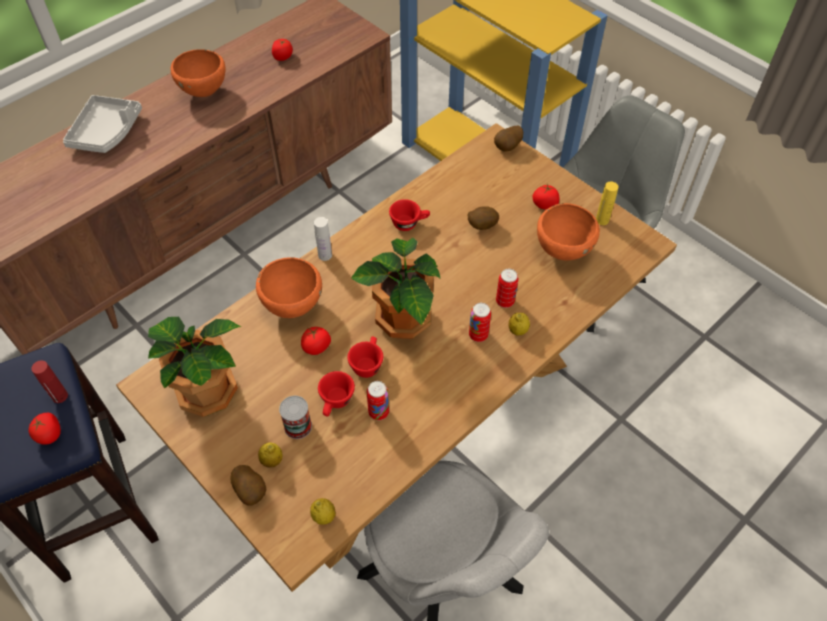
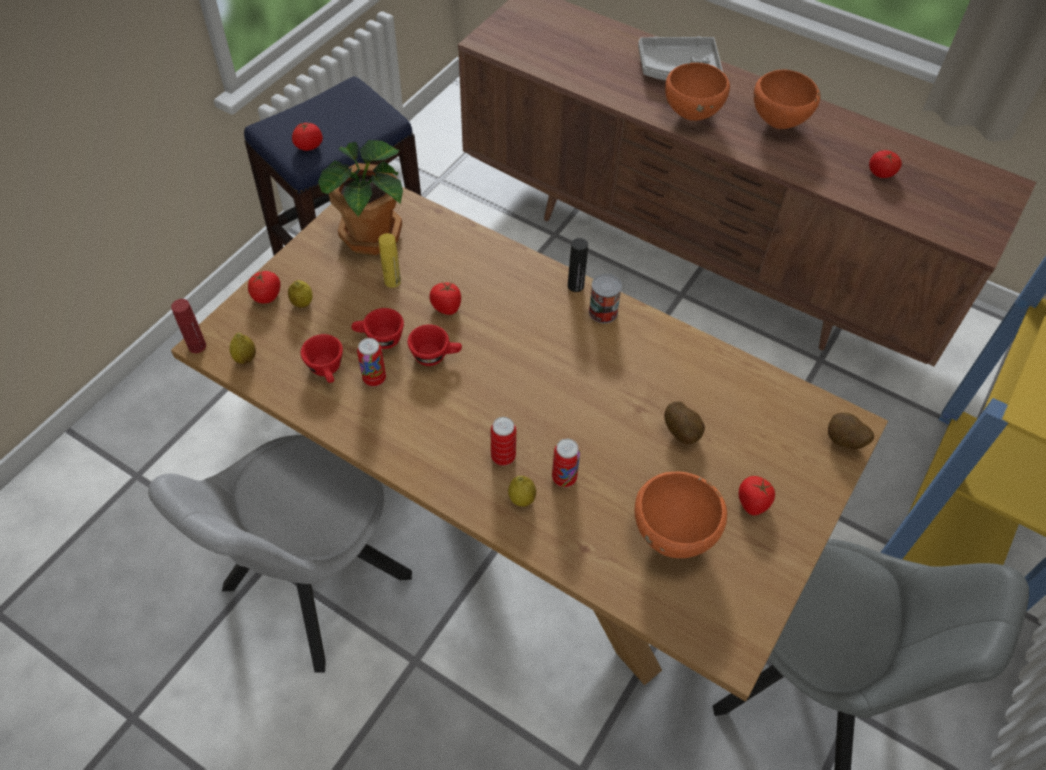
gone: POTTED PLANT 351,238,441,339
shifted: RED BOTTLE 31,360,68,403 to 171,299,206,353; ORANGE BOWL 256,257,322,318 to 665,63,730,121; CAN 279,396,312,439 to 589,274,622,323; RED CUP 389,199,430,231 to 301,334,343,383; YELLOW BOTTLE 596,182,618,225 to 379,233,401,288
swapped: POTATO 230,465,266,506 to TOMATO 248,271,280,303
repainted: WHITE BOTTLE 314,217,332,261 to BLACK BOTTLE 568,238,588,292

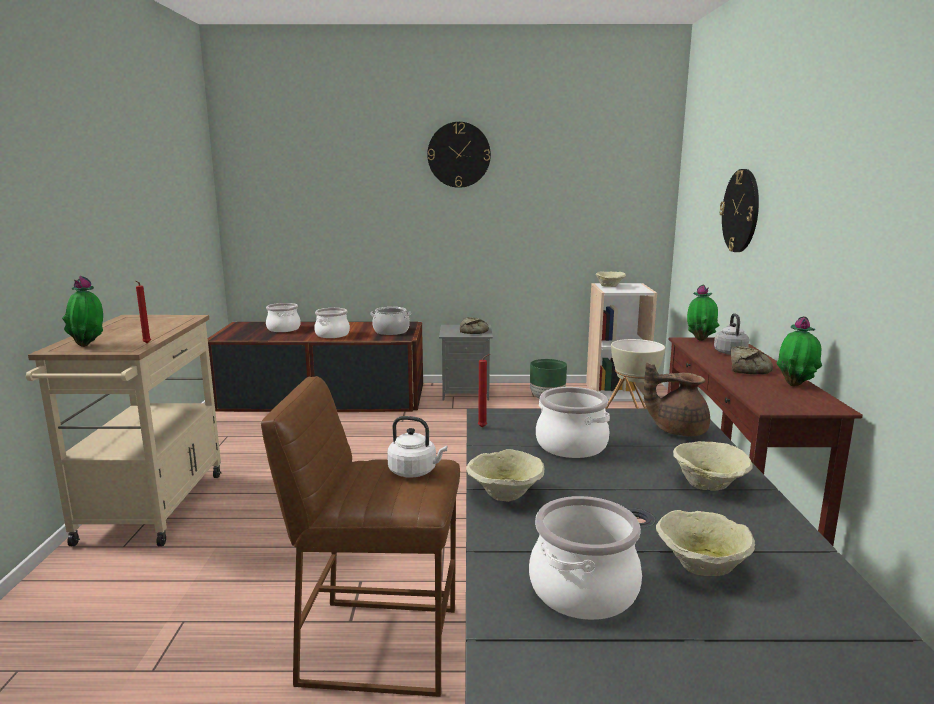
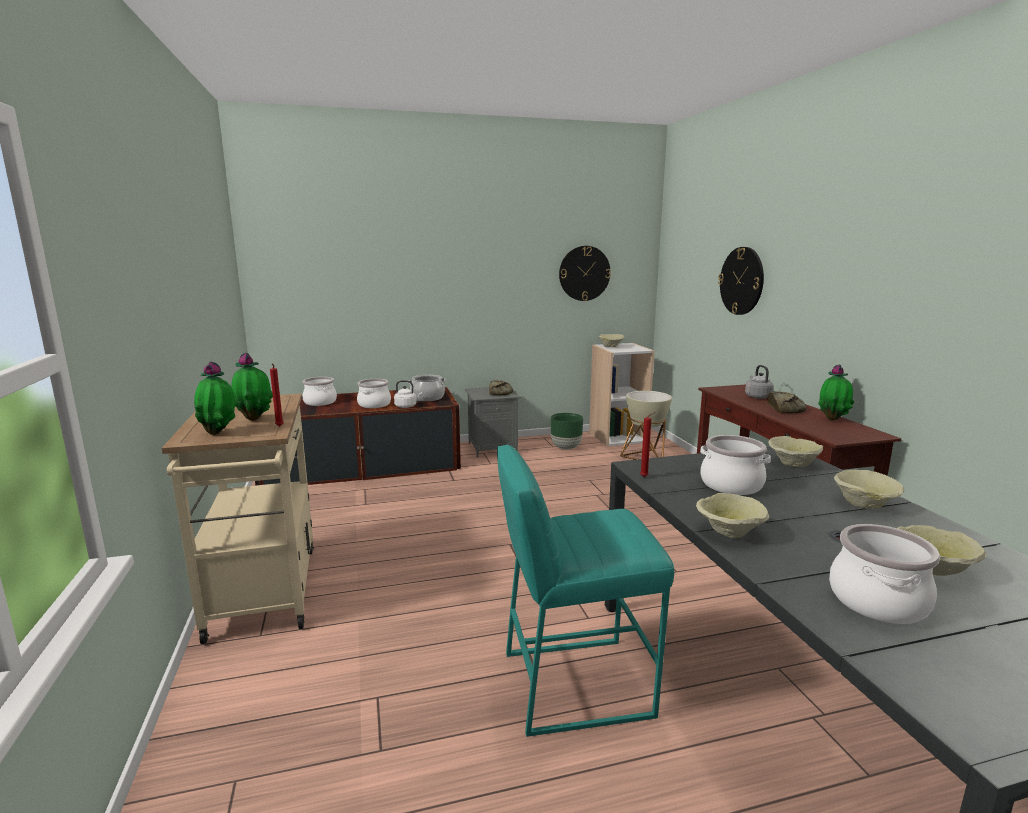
shifted: WHITE KETTLE 387,416,447,478 to 394,380,422,408; WALL CLOCK 427,122,491,188 to 559,246,611,301; POTTED PLANT 687,284,720,341 to 231,353,273,421
swapped: BROWN TEAPOT 644,362,710,436 to BEIGE BOWL 768,436,823,467
repainted: BROWN STOOL 261,376,460,697 to TURQUOISE STOOL 497,445,674,737

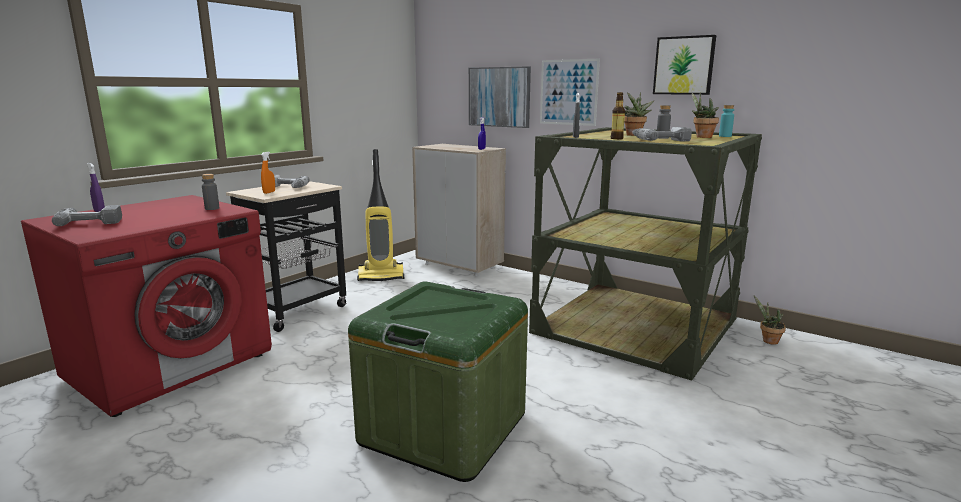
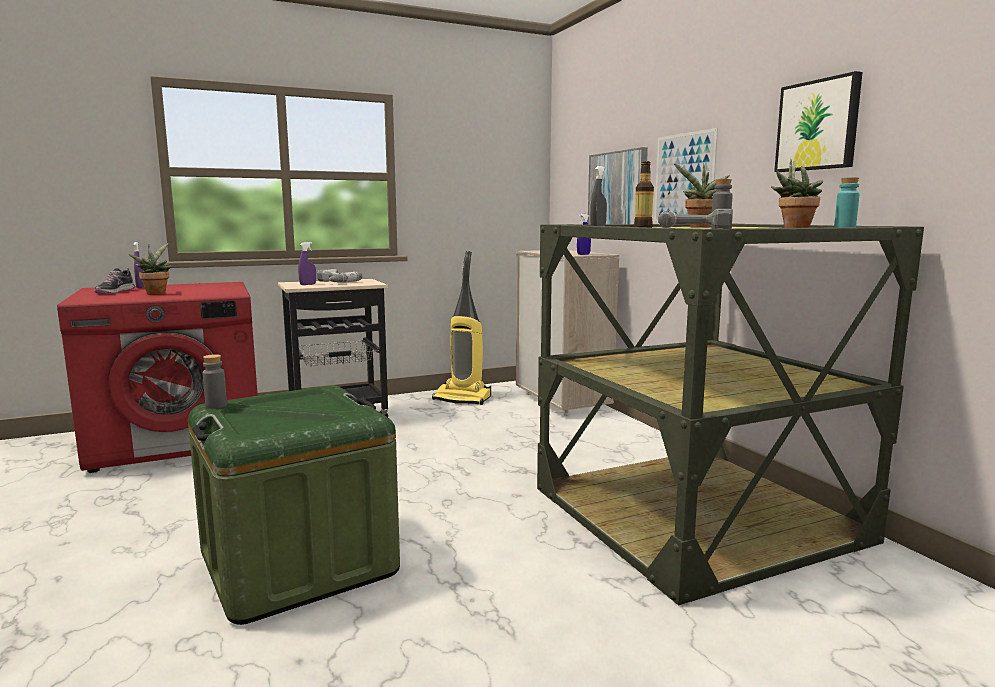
shifted: GREY BOTTLE 202,174,220,210 to 202,354,227,409; POTTED PLANT 754,295,786,345 to 128,243,171,295
swapped: POWER DRILL 52,205,122,226 to SHOE 94,268,135,293
repainted: ORANGE SPRAY BOTTLE 261,152,275,194 to PURPLE SPRAY BOTTLE 298,242,316,285

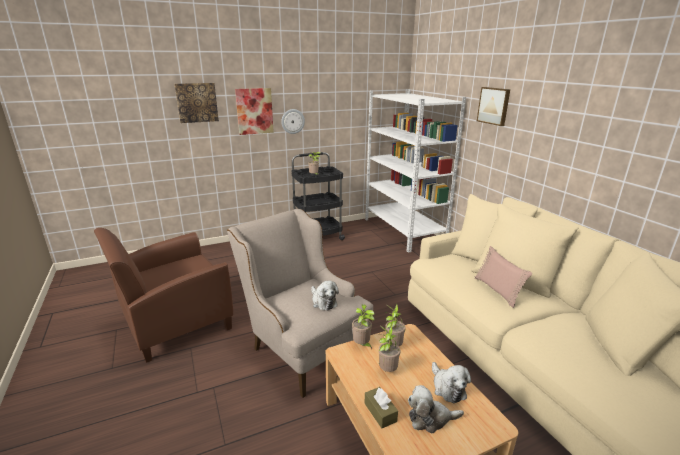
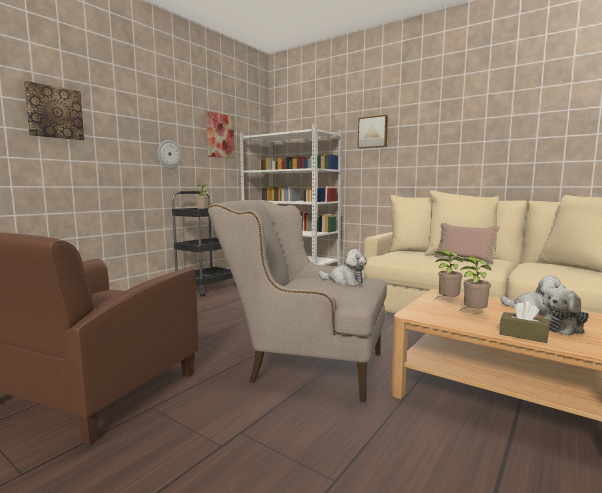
gone: POTTED PLANT 352,304,375,349
shifted: PICTURE 235,88,274,135 to 206,111,234,159

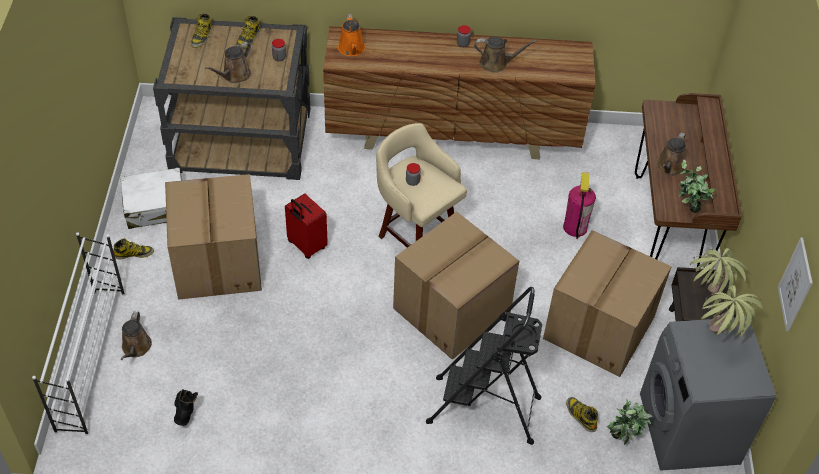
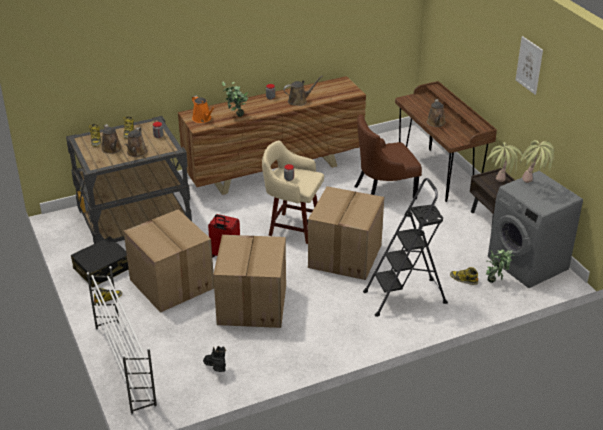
shifted: BROWN WATERING CAN 121,312,152,360 to 101,124,122,154; CARDBOARD BOX 543,230,672,377 to 213,235,286,328; POTTED PLANT 679,160,716,213 to 222,81,248,117; PICTURE 778,238,813,332 to 515,36,543,95
swapped: FIRE EXTINGUISHER 563,172,596,239 to BROWN CHAIR 354,114,422,199
repainted: WHITE SUITCASE 120,168,183,229 to BLACK SUITCASE 71,236,129,287

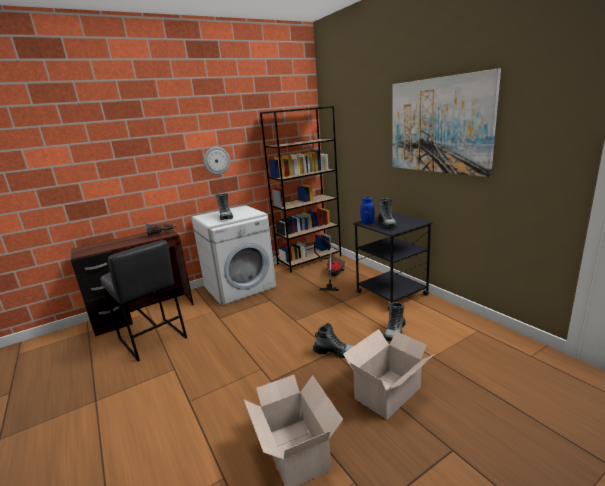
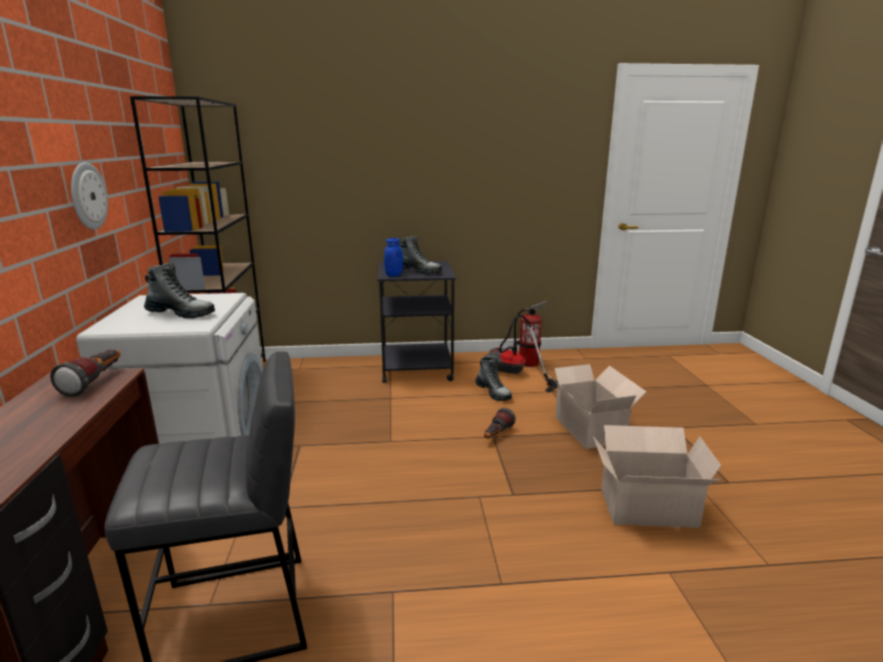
gone: PICTURE 393,68,501,177
new: FIRE EXTINGUISHER 513,301,548,367
shifted: VACUUM CLEANER 314,238,345,291 to 484,315,558,393
swapped: BOOT 313,323,354,358 to FLASHLIGHT 484,408,516,439

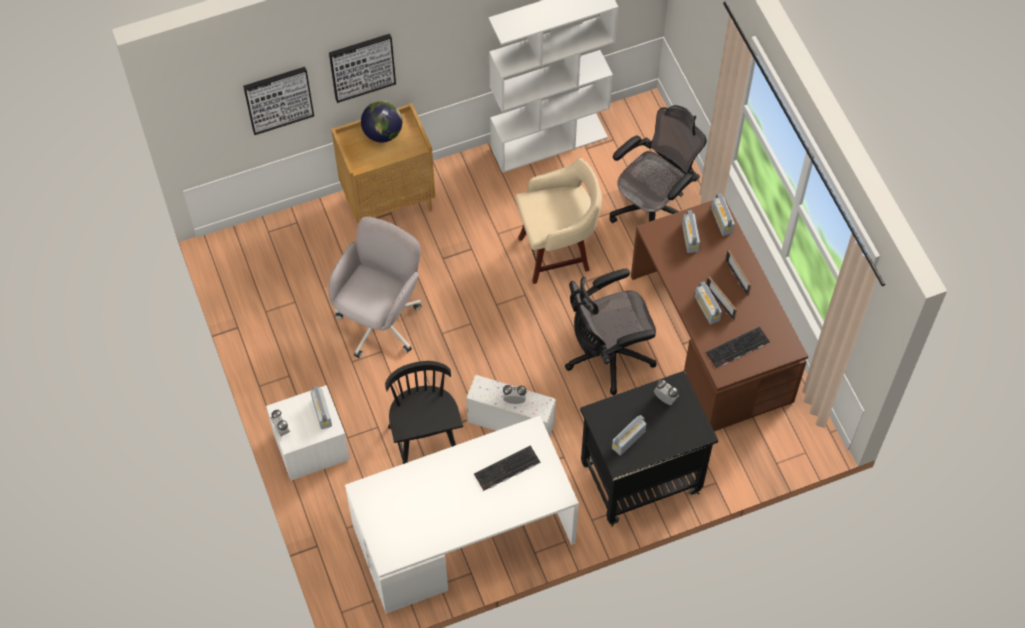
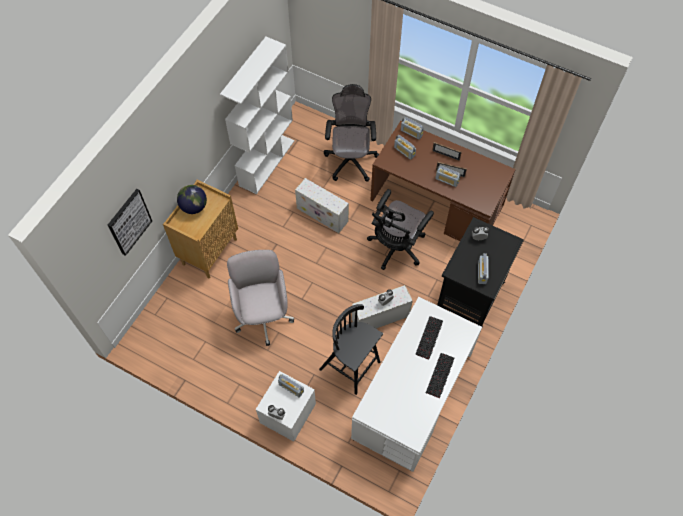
gone: PICTURE 329,34,396,103
shifted: KEYBOARD 706,326,770,368 to 426,353,454,398
swapped: BEIGE STOOL 516,158,602,284 to WHITE STORAGE BOX 295,178,349,233

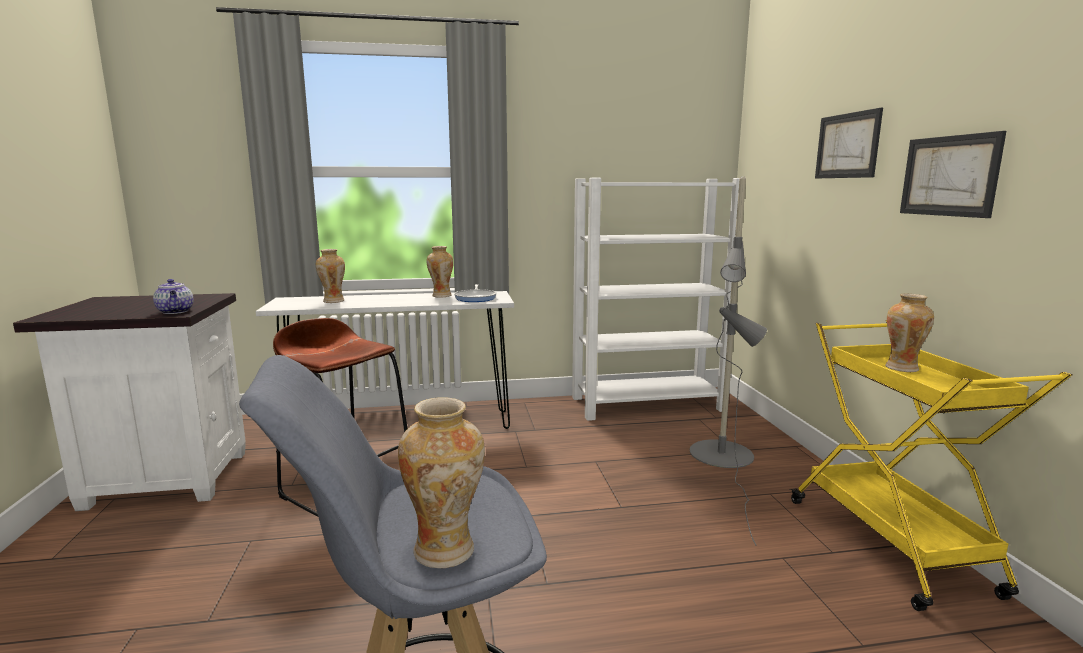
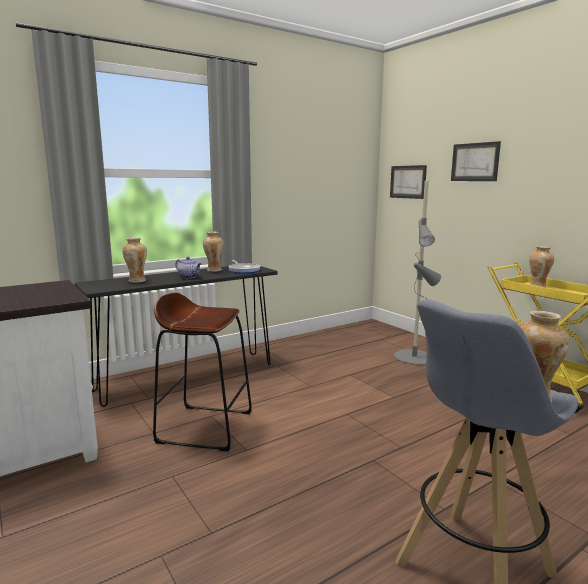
gone: WHITE BOOKCASE 572,178,740,421
shifted: TEAPOT 153,279,194,314 to 175,257,201,278; PICTURE 900,131,1006,218 to 390,165,427,199
repainted: WHITE CONSOLE TABLE 256,291,514,429 to BLACK CONSOLE TABLE 75,266,278,407

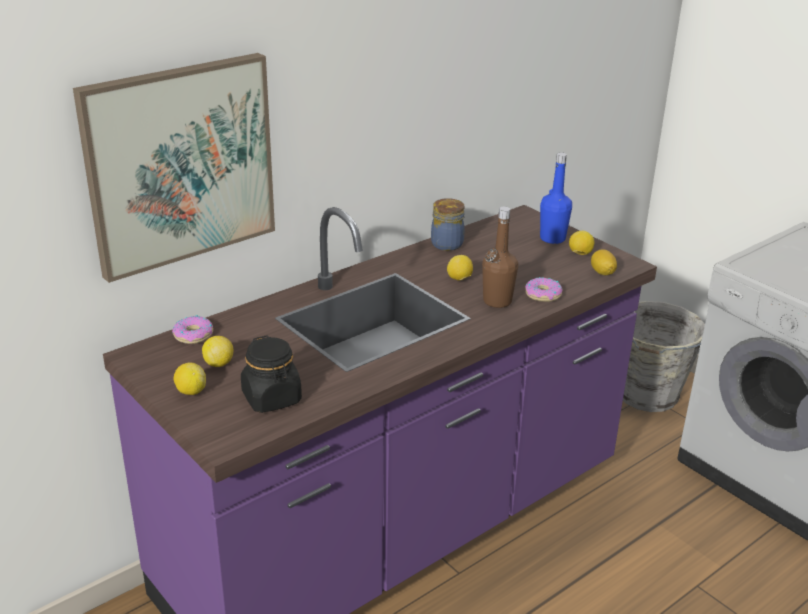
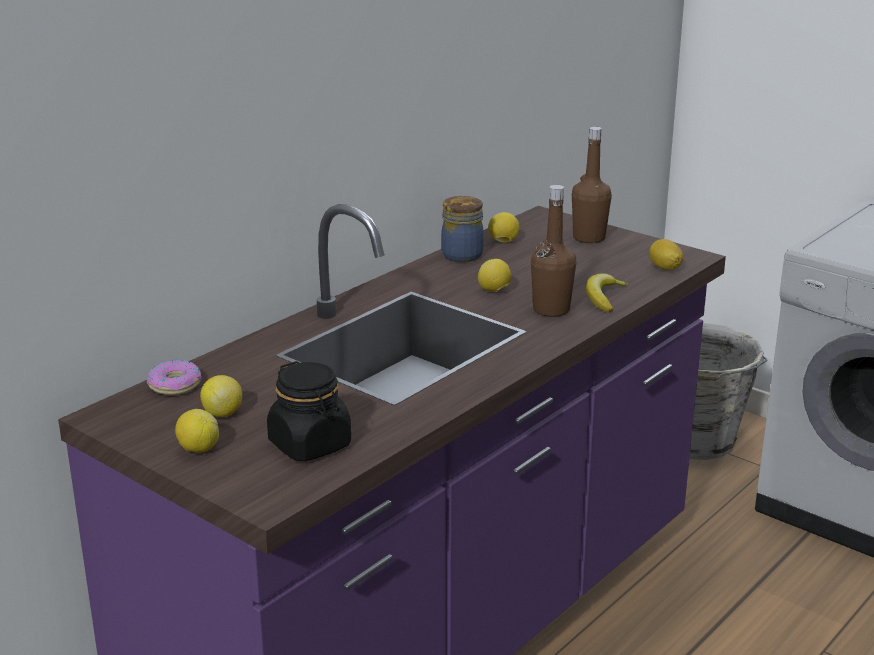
gone: PICTURE 73,53,275,283
shifted: LEMON 569,231,595,255 to 488,212,519,243
swapped: DONUT 525,277,562,302 to BANANA 586,273,628,313
repainted: BLUE BOTTLE 540,152,572,244 to BROWN BOTTLE 572,127,612,243

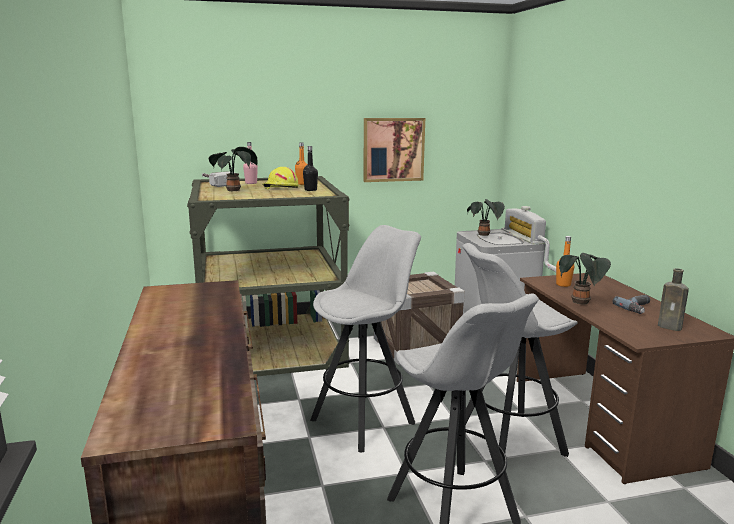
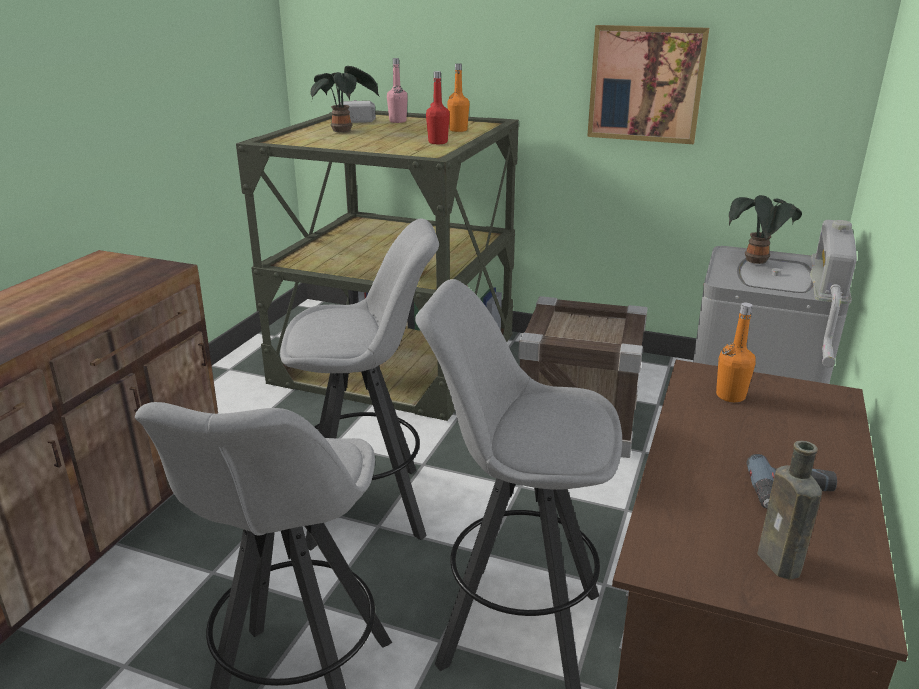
gone: YELLOW HARD HAT 262,167,299,189; POTTED PLANT 559,253,611,305
repainted: BLACK BOTTLE 303,146,318,191 to RED BOTTLE 426,71,450,144

